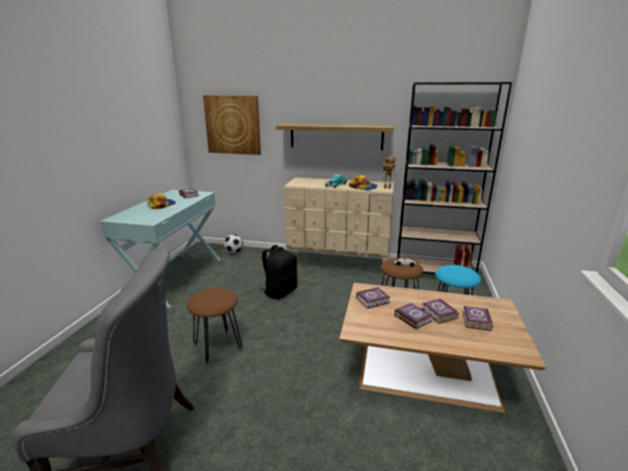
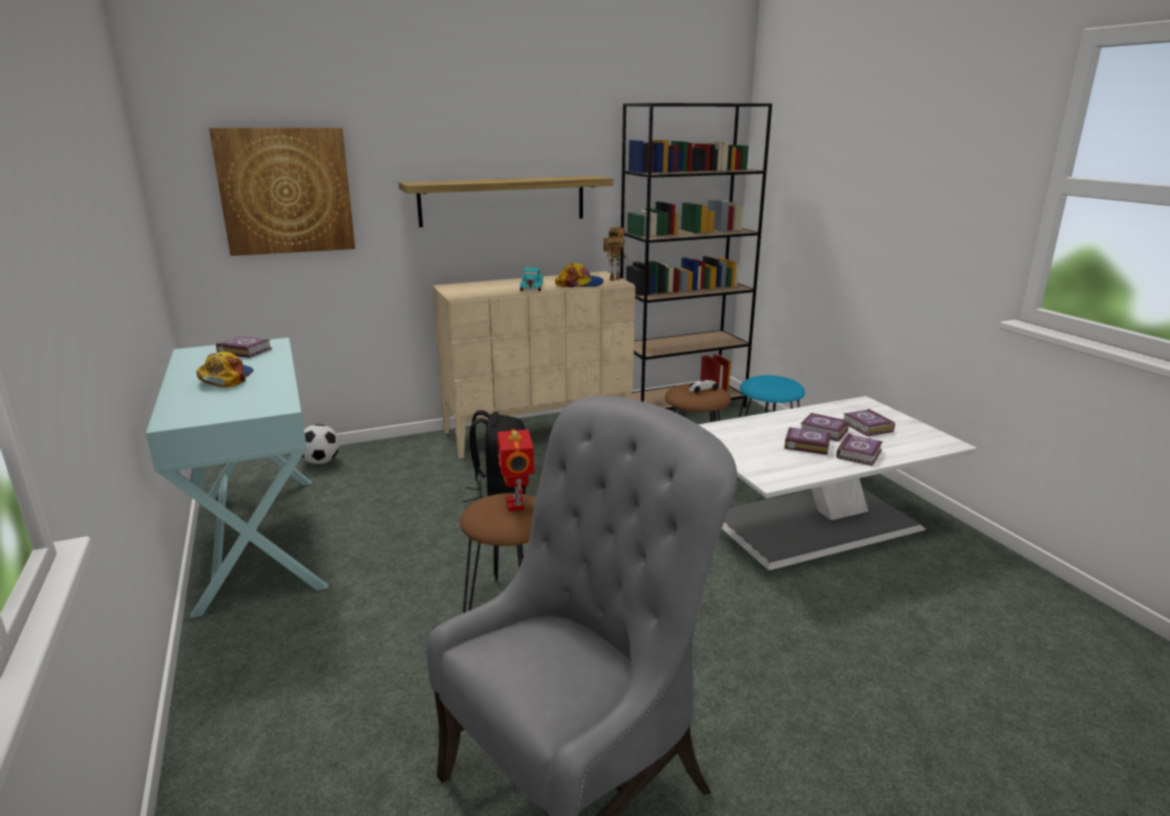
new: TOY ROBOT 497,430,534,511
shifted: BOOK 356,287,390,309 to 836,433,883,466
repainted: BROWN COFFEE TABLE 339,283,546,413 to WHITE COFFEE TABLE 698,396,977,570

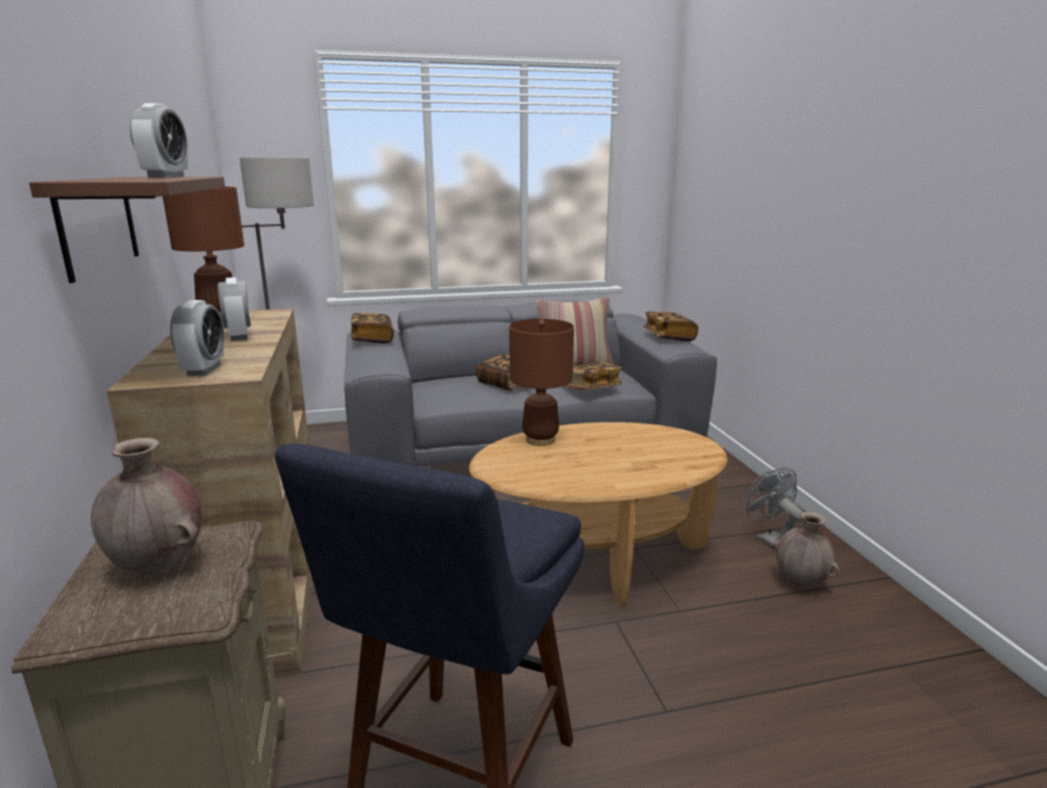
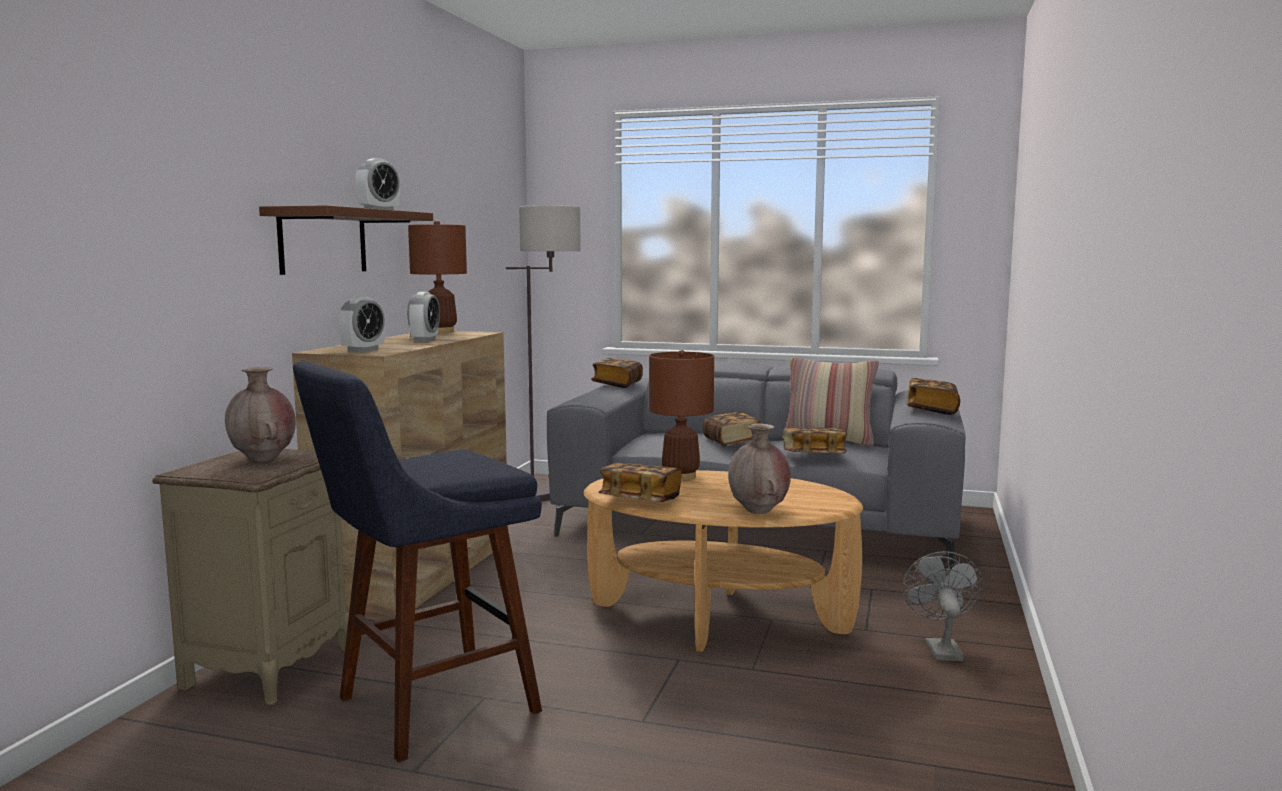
new: BOOK 598,463,682,502
shifted: BROWN VASE 772,512,840,589 to 728,423,791,514

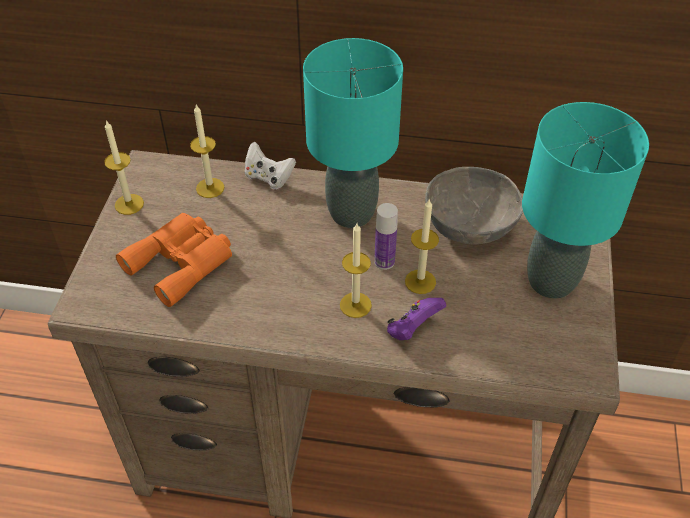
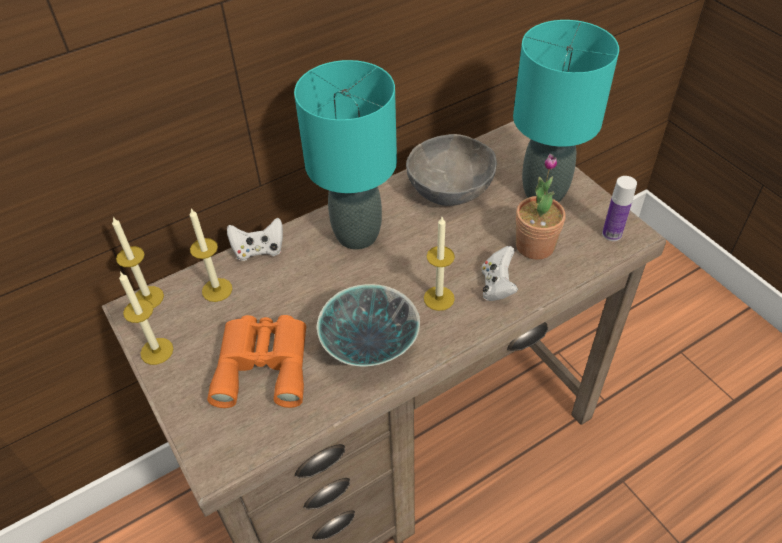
new: BOWL 317,284,420,367; POTTED PLANT 516,154,565,260
shifted: BOTTLE 374,203,398,270 to 602,176,637,241; CANDLE 405,200,439,294 to 112,217,164,308
repainted: PURPLE GAME CONTROLLER 387,298,446,340 to WHITE GAME CONTROLLER 482,246,518,301

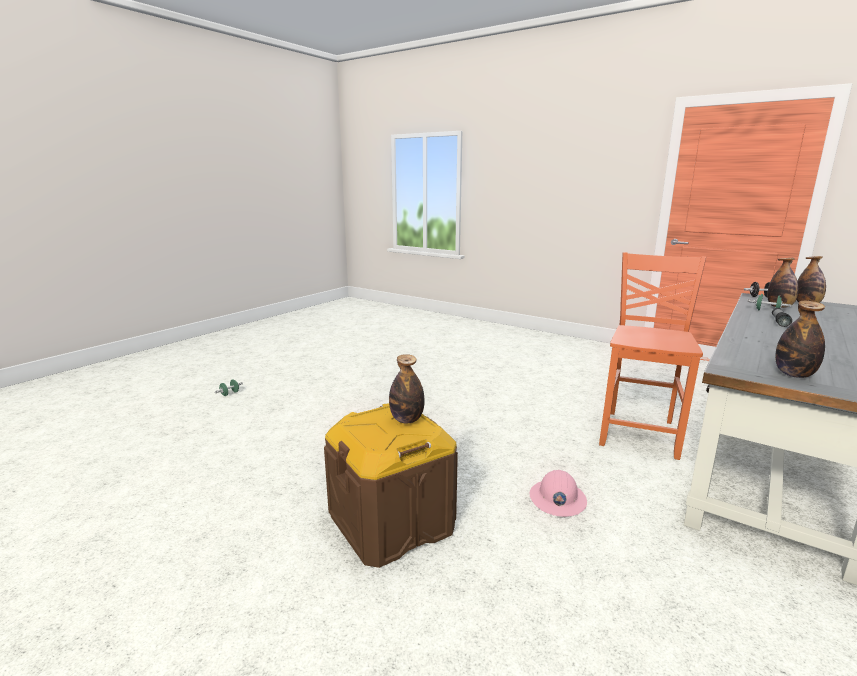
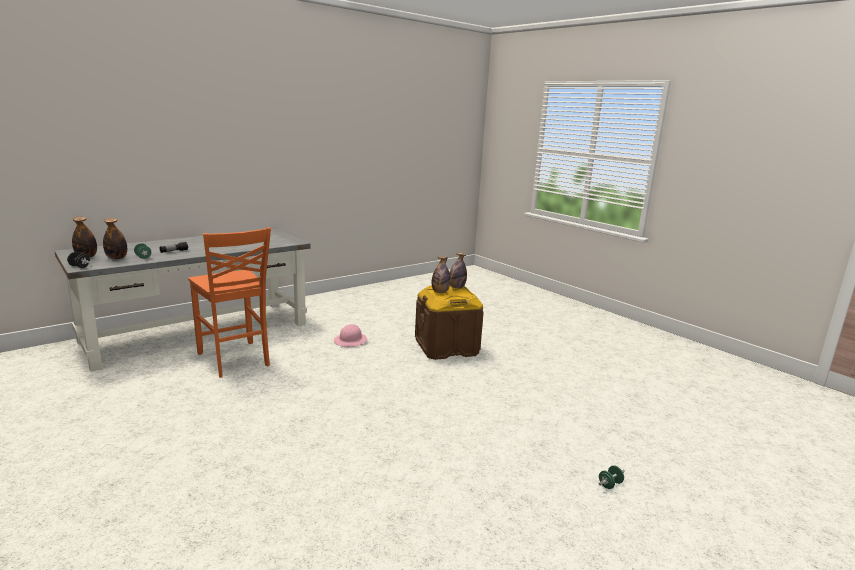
shifted: BOTTLE 775,301,825,378 to 450,253,467,289
rotated: ORANGE CHAIR 599,252,706,460 = 188,227,271,378 75 degrees counterclockwise

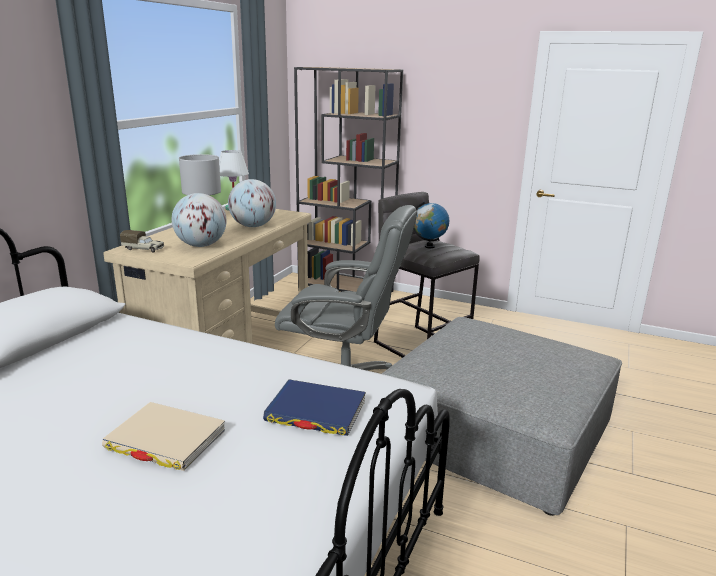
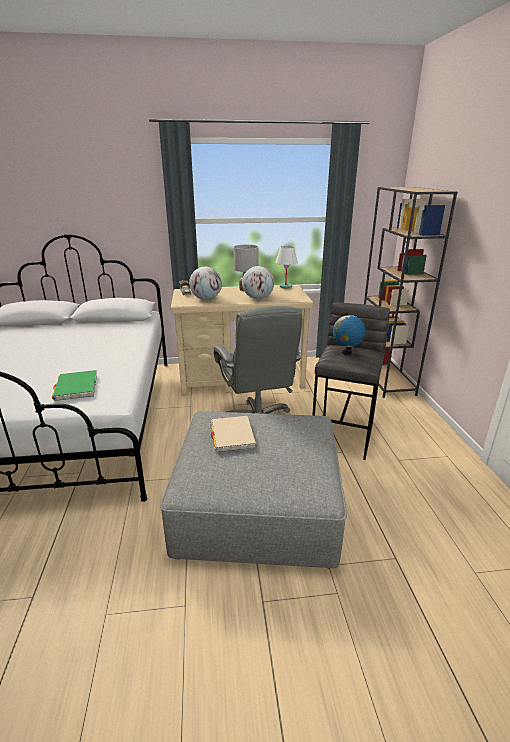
shifted: BEIGE BOOK 102,402,225,471 to 211,416,256,452
repainted: BLUE BOOK 263,379,366,436 to GREEN BOOK 52,370,97,401

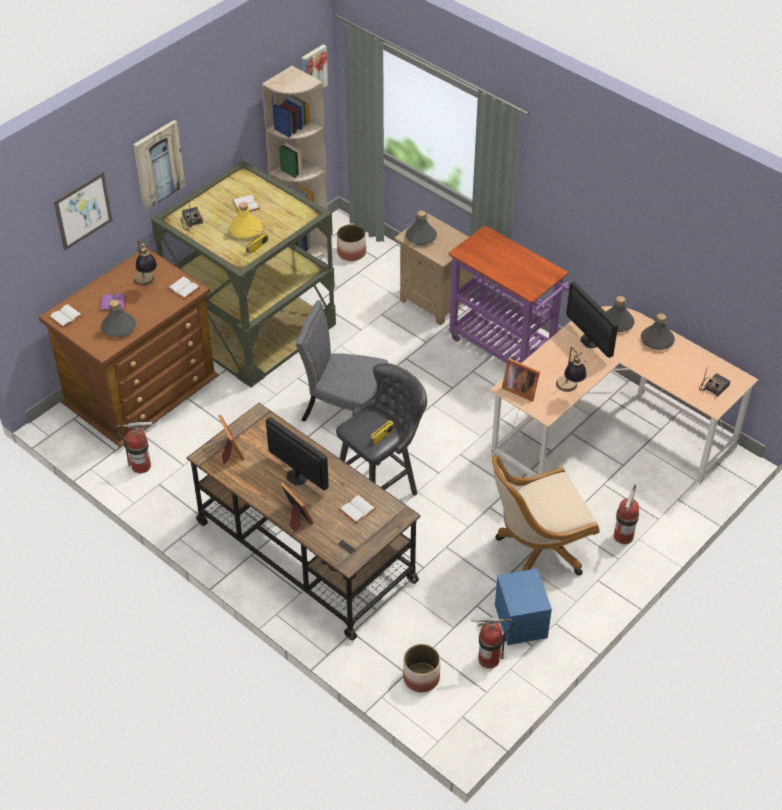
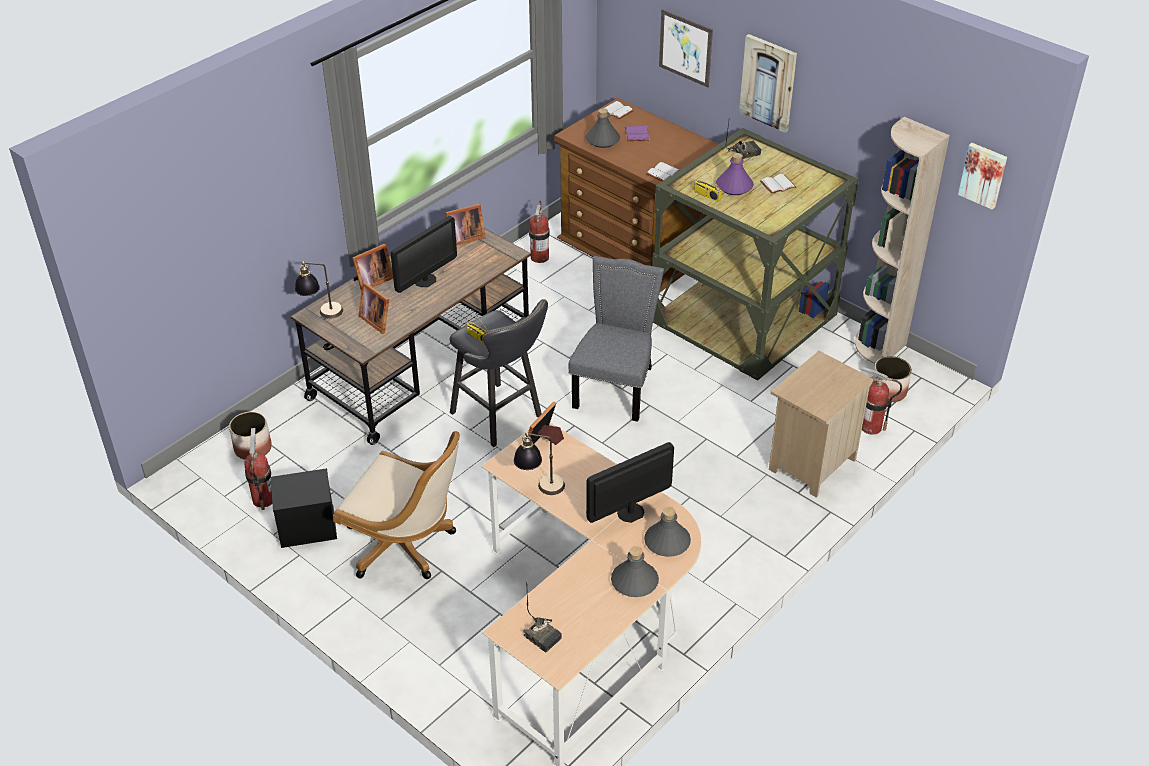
gone: GREY BOTTLE 406,211,437,245; PURPLE CART 448,226,569,363
shifted: TABLE LAMP 134,240,157,286 to 295,261,343,319; FIRE EXTINGUISHER 614,484,639,544 to 860,366,902,435
swapped: WHITE BOOK 339,495,376,523 to PICTURE FRAME 359,282,389,334
repainted: YELLOW BOTTLE 229,202,262,239 to PURPLE BOTTLE 716,153,754,195; BLUE STORAGE BOX 495,568,552,645 to BLACK STORAGE BOX 271,468,337,548
rotated: OFFICE CHAIR 492,455,599,576 = 333,431,460,579 135 degrees clockwise

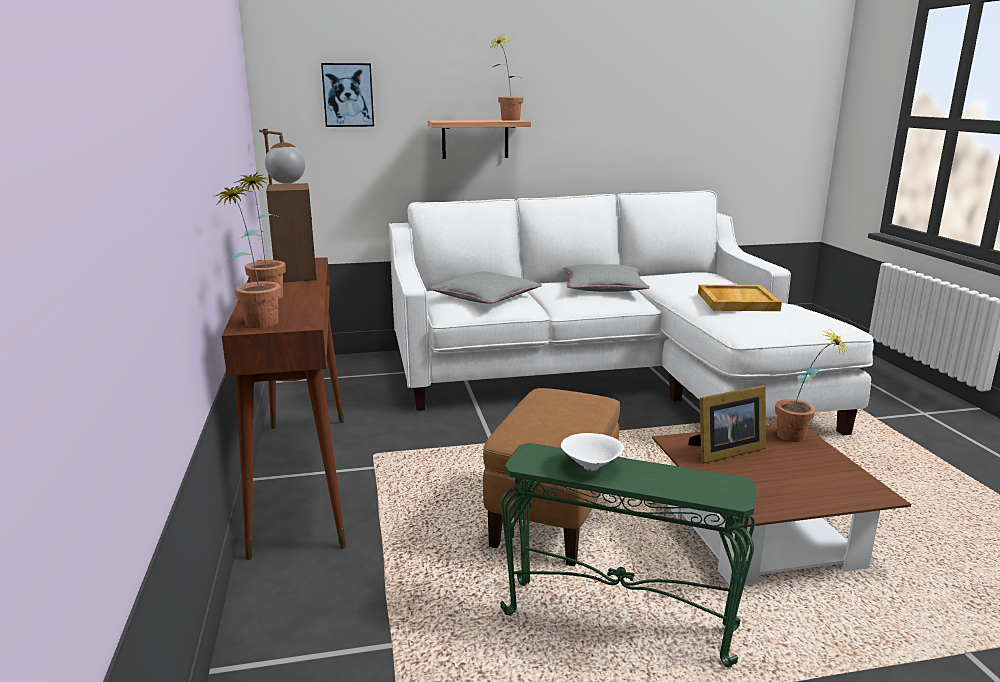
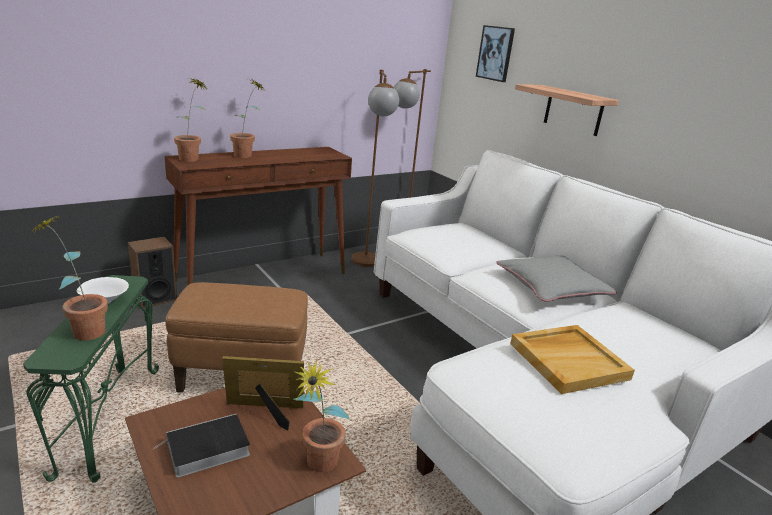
gone: GREY PILLOW 429,272,542,304
new: BOOK 154,414,250,478; BROWN FLOOR LAMP 351,70,399,267
shifted: SPEAKER 266,183,317,282 to 128,236,177,308; POTTED PLANT 491,35,523,121 to 31,215,108,341
rotated: PICTURE FRAME 688,385,766,464 = 222,356,304,430 135 degrees clockwise

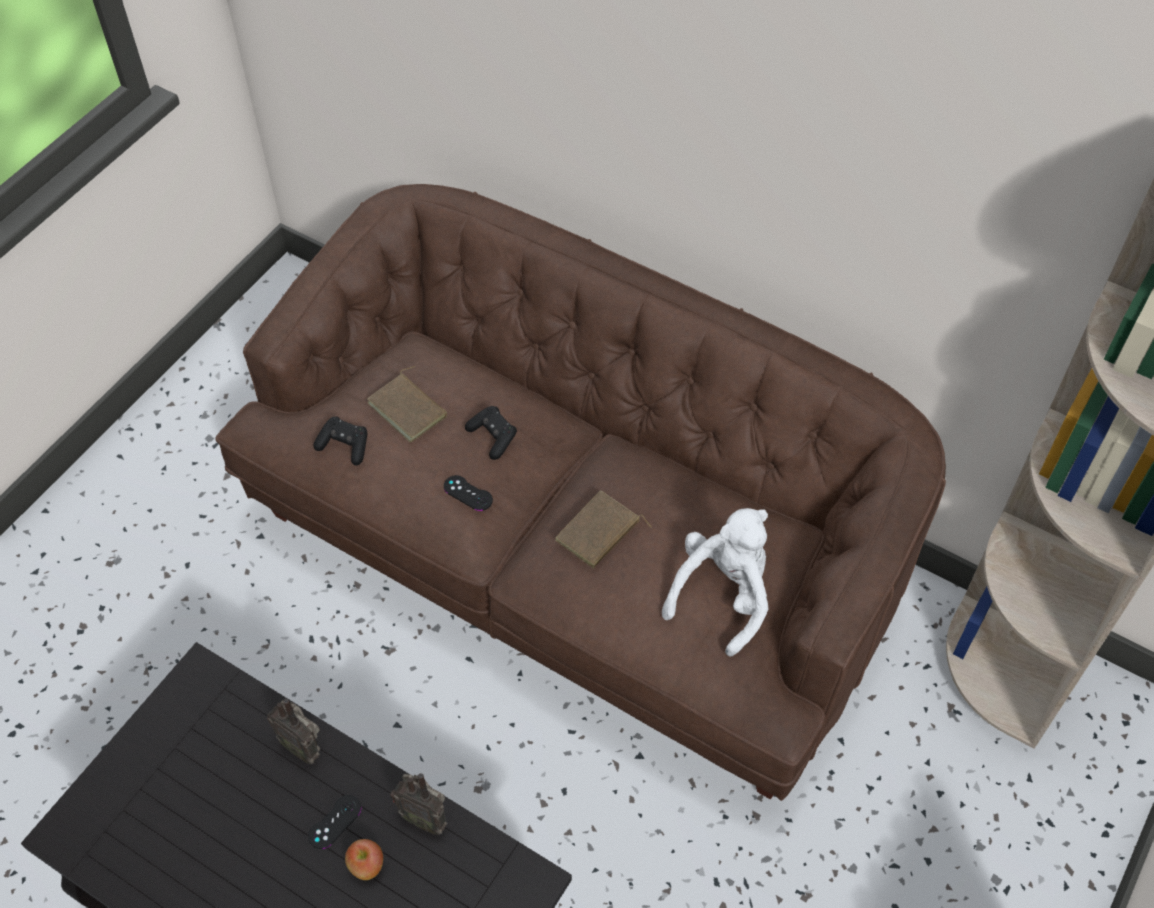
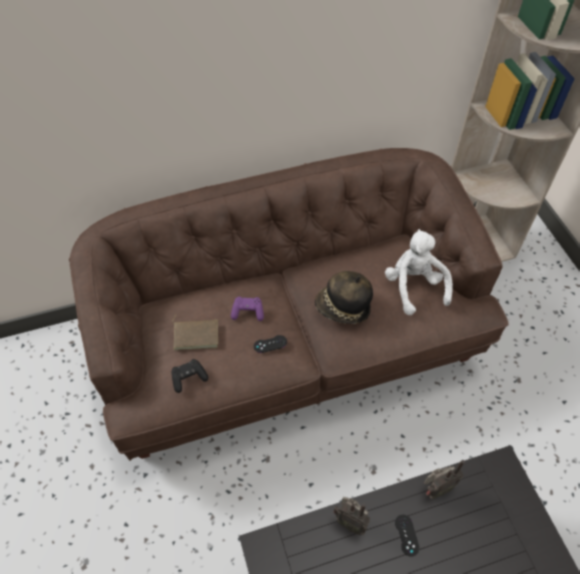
gone: APPLE 345,839,383,880
swapped: BROWN BOOK 555,491,652,568 to HAT 315,271,373,324
repainted: BLACK GAME CONTROLLER 465,406,517,460 to PURPLE GAME CONTROLLER 231,296,264,321
rotated: RADIO 267,699,320,764 = 333,497,370,536 45 degrees clockwise

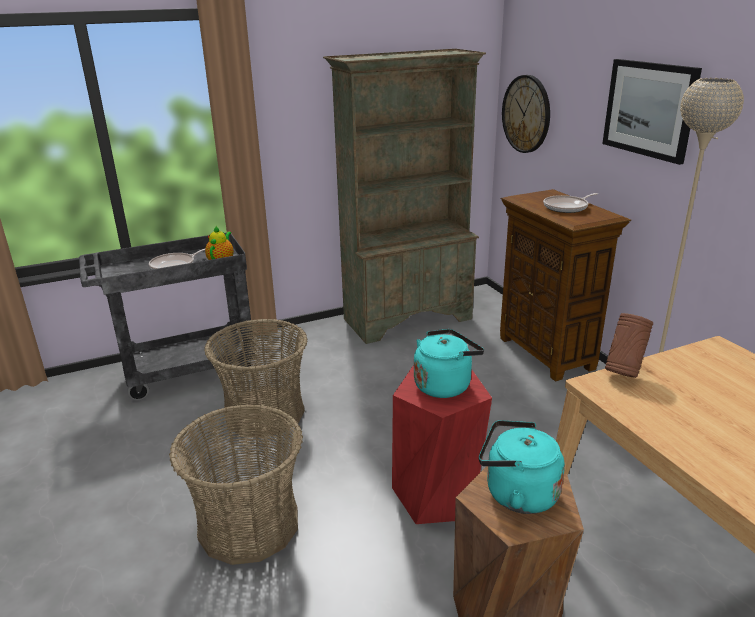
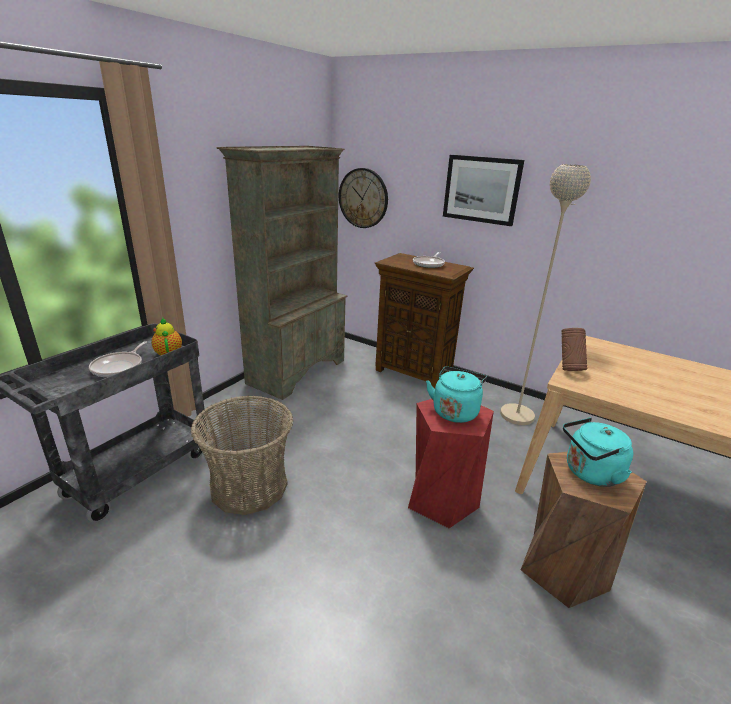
gone: BASKET 169,404,303,565

